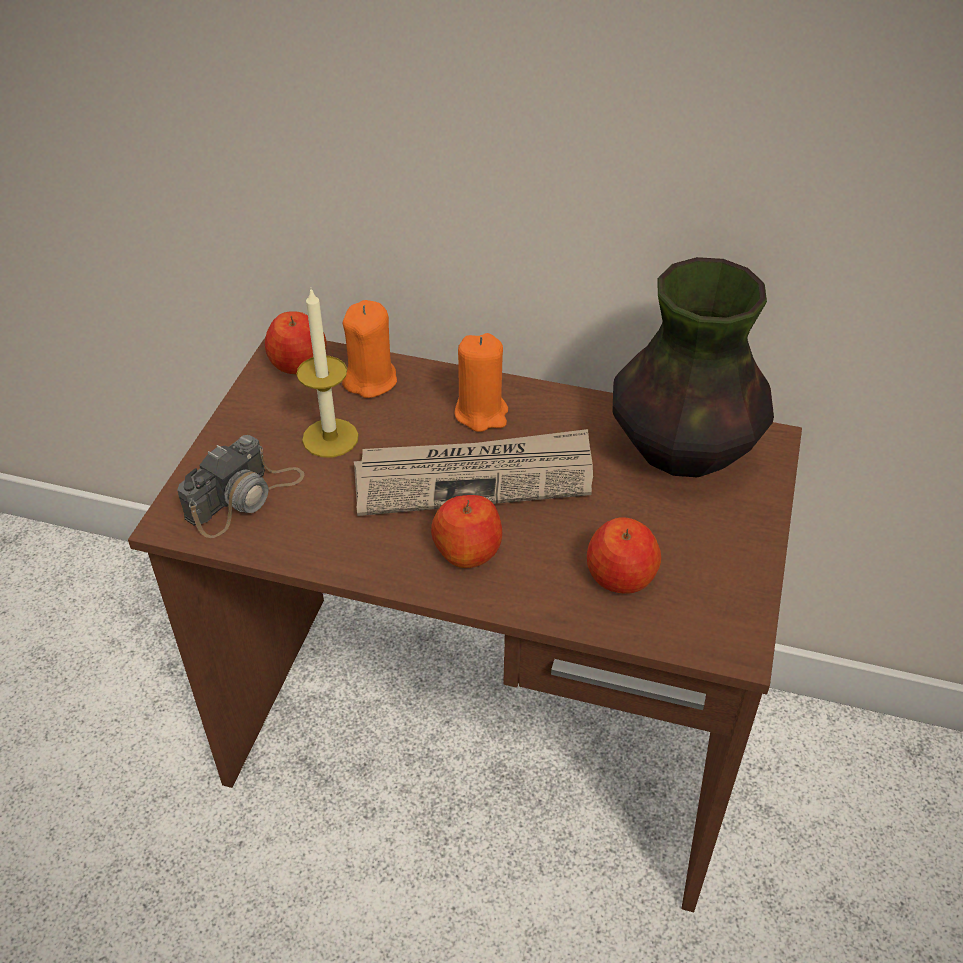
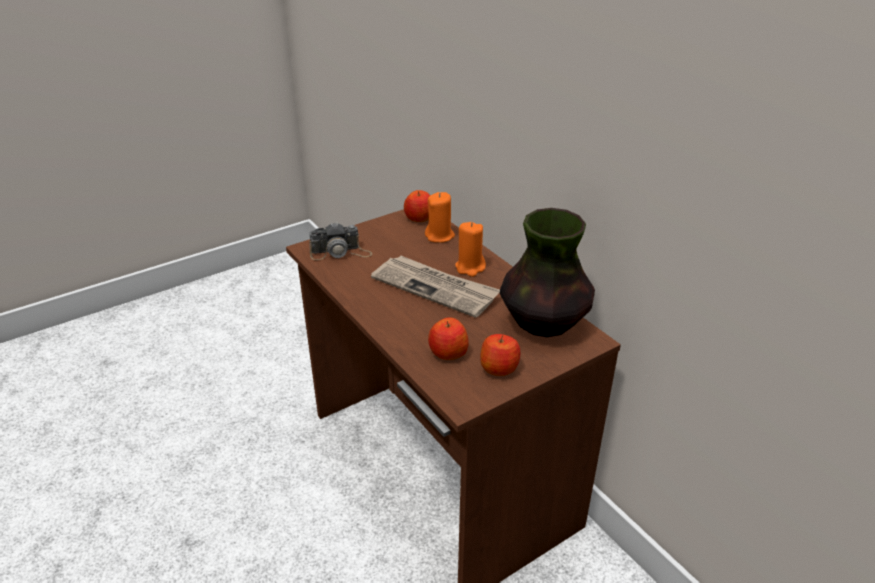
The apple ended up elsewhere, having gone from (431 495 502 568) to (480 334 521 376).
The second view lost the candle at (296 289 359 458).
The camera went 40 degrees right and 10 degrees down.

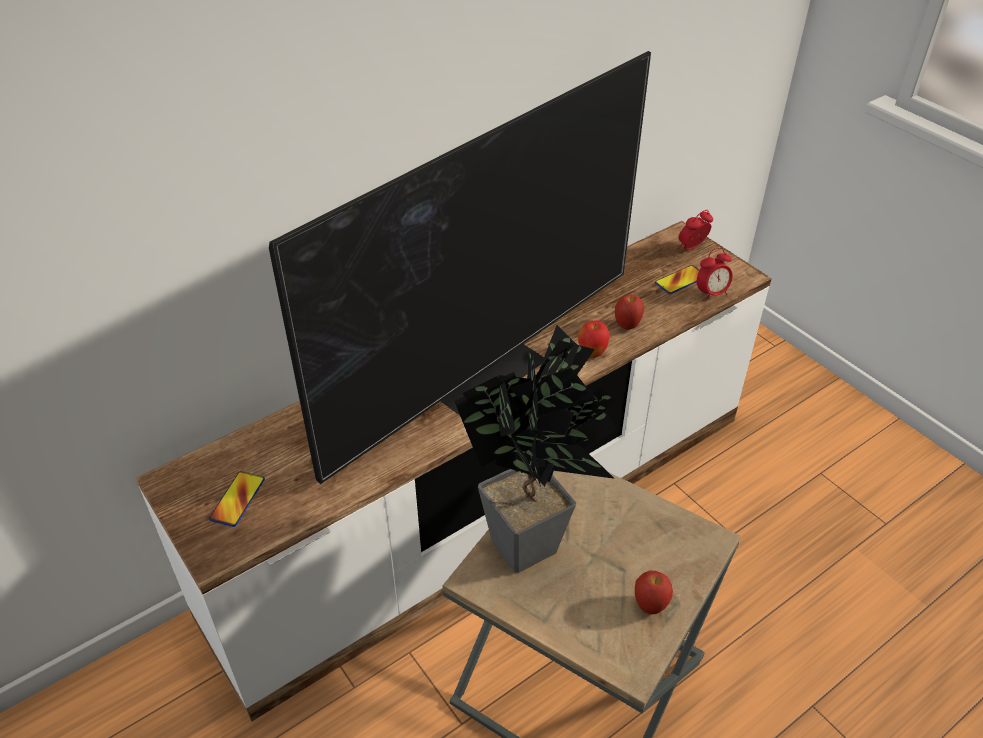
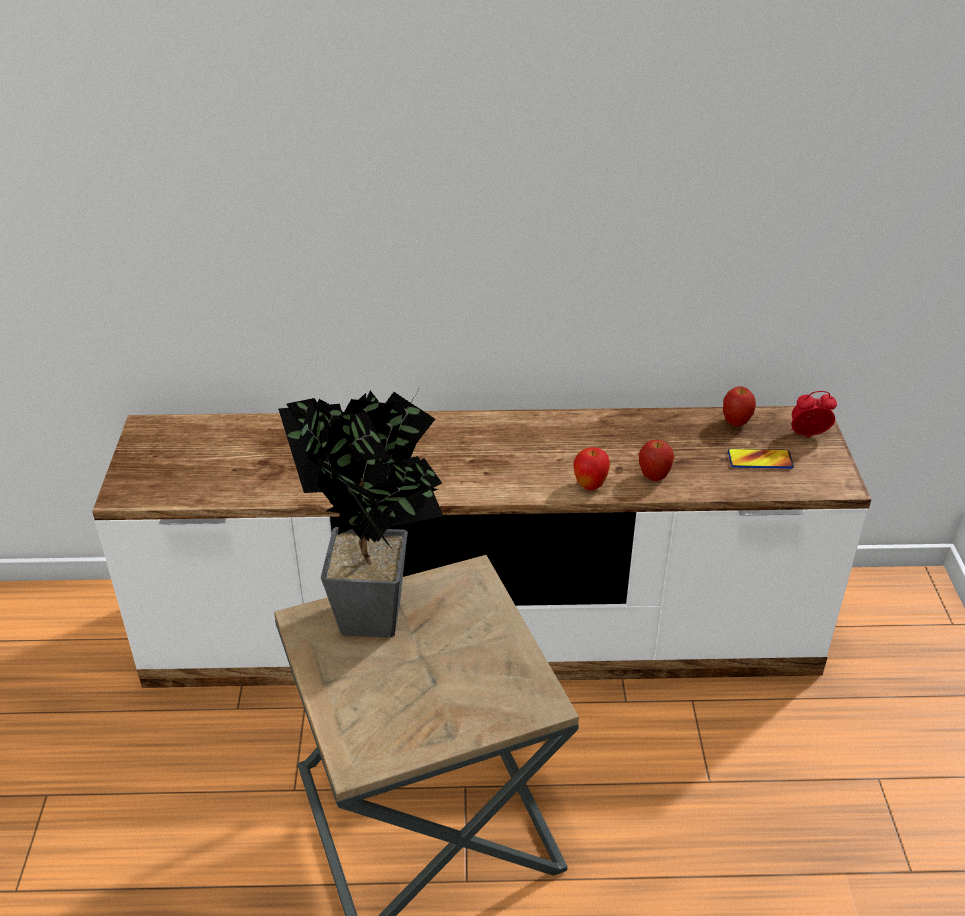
The apple ended up elsewhere, having gone from (635 571 673 614) to (723 386 756 427).
The second view lost the phone at (209 471 265 527).
The second view lost the television at (269 51 651 484).
The second view lost the alarm_clock at (697 248 733 301).
The camera went 35 degrees right and 5 degrees down.

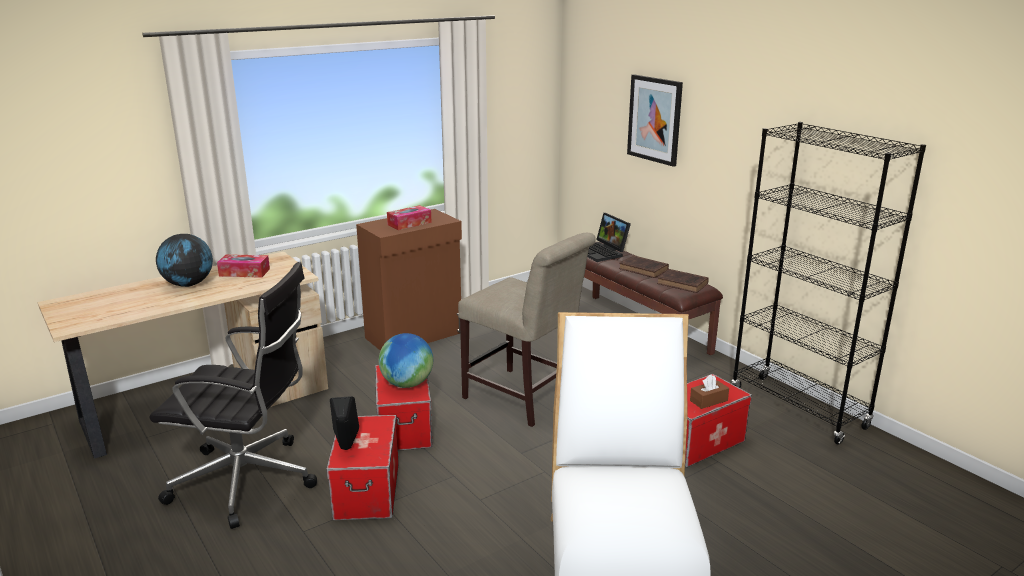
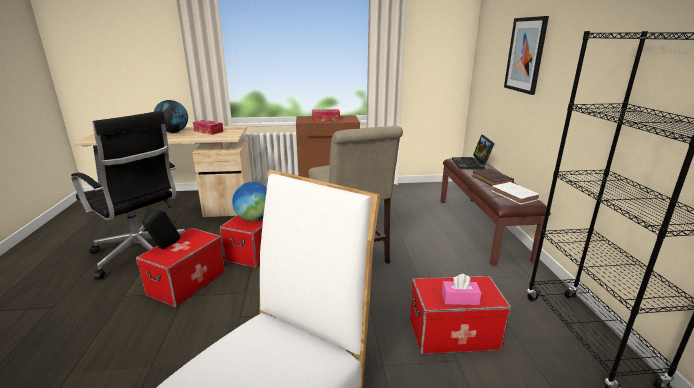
What was the brown_tissue_box at (690 374 729 409) turned into the pink_tissue_box at (442 274 481 305).
What was the brown_book at (657 269 709 293) turned into the white_book at (492 182 540 204).
The camera went 30 degrees right and 0 degrees up.

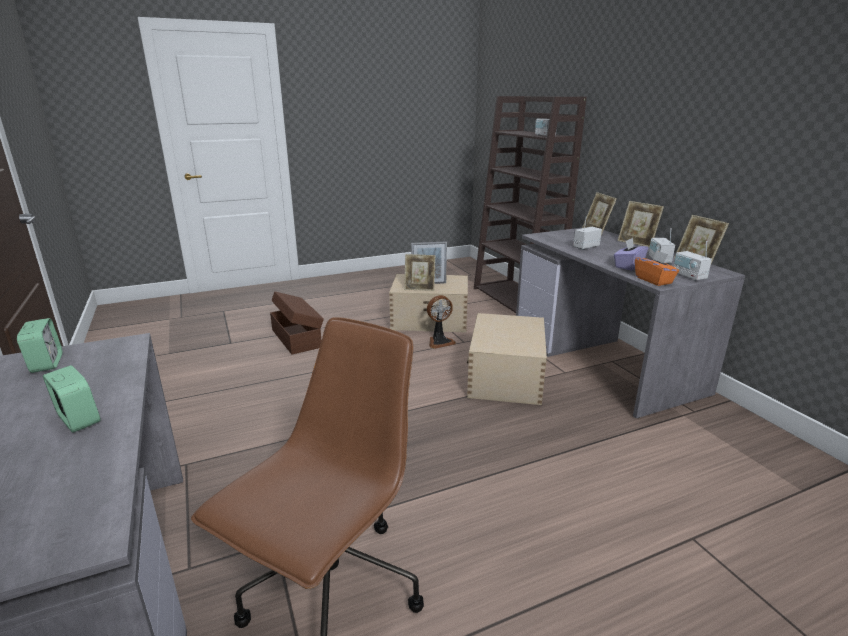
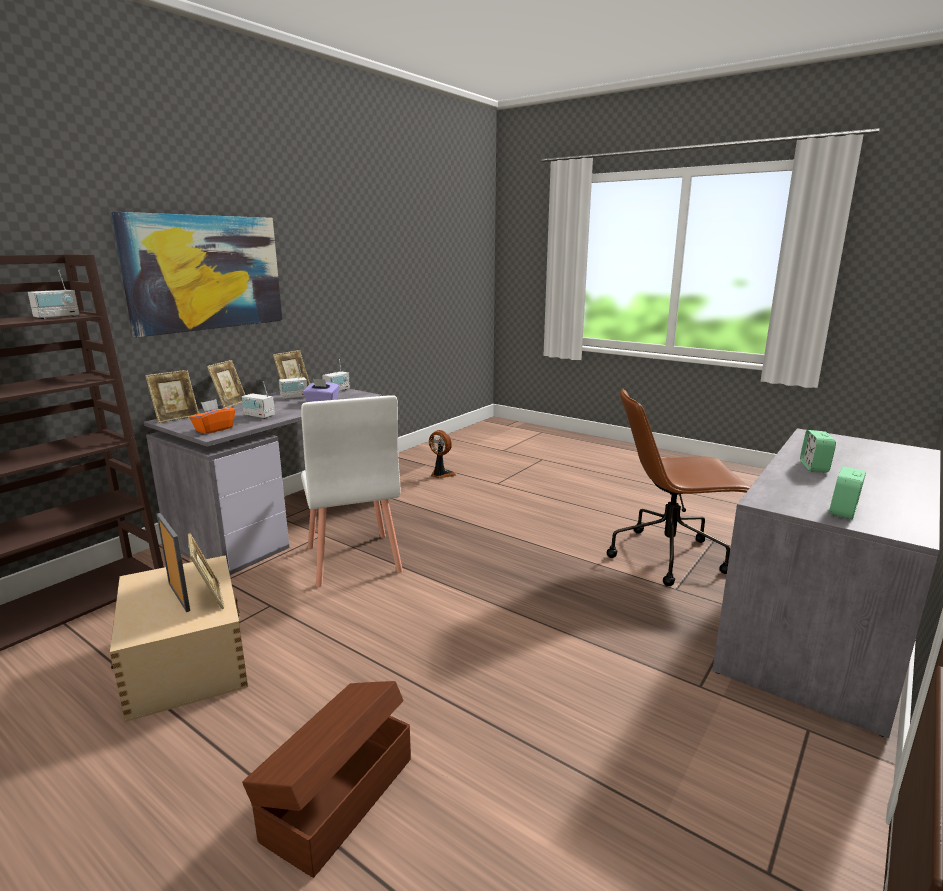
The second view gained the picture at (111 212 282 337).
The orange_tissue_box ended up elsewhere, having gone from (635 250 679 286) to (190 399 235 434).
Where the beige_storage_box stood at (467 313 547 405), the white_chair came to stand at (301 395 403 587).
The fan ended up elsewhere, having gone from (427 295 456 349) to (429 430 457 478).
The camera went 120 degrees left and 5 degrees down.

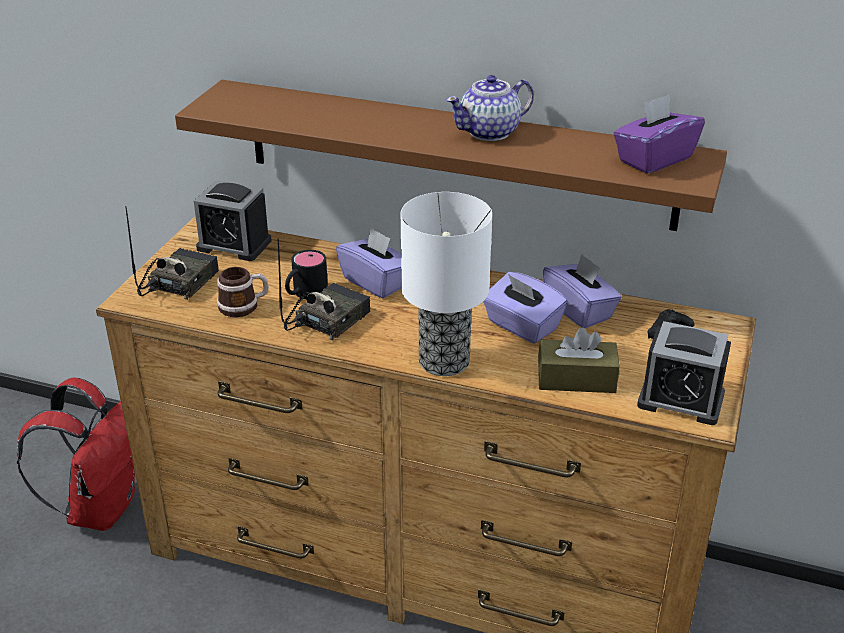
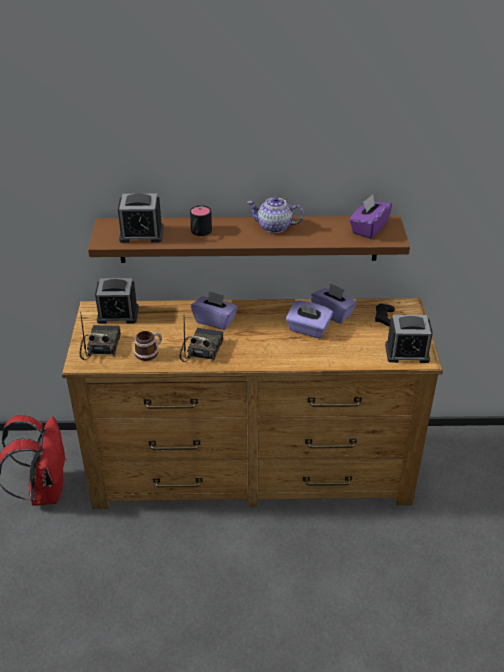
The second view gained the alarm_clock at (118 194 164 243).
The black_mug ended up elsewhere, having gone from (285 250 328 299) to (190 205 212 236).
The teapot at (446 75 534 141) ended up facing another way, 60 degrees clockwise from before.
The second view lost the table_lamp at (401 192 492 376).
The second view lost the brown_tissue_box at (538 327 620 393).
The camera went 20 degrees left and 5 degrees up.

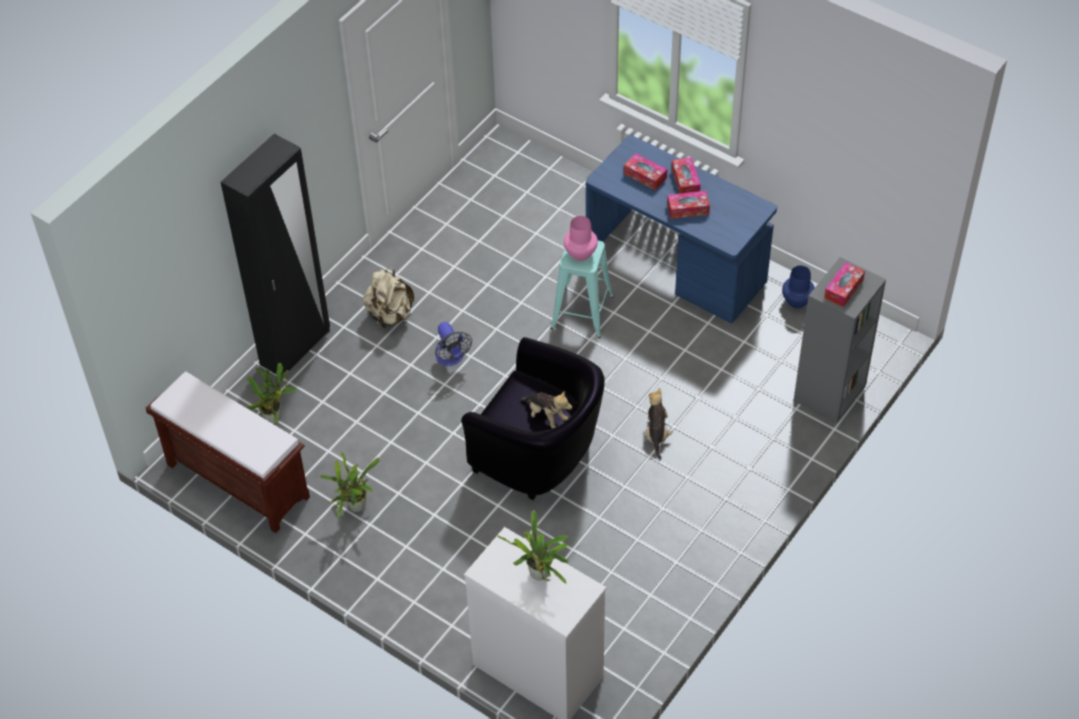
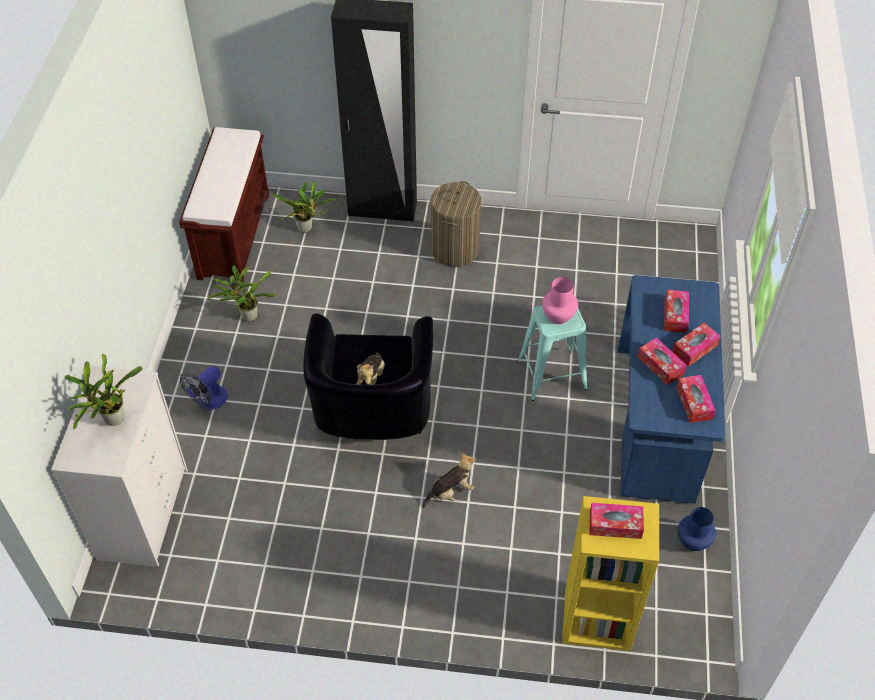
The fan ended up elsewhere, having gone from (435 322 472 366) to (180 366 228 410).
Where the beige_backpack stood at (363 268 414 328), the laundry_basket came to stand at (431 181 481 267).
What was the grey_bookcase at (794 257 886 423) turned into the yellow_bookcase at (562 496 659 651).
The second view gained the tissue_box at (676 375 716 423).
The camera went 60 degrees right and 0 degrees up.

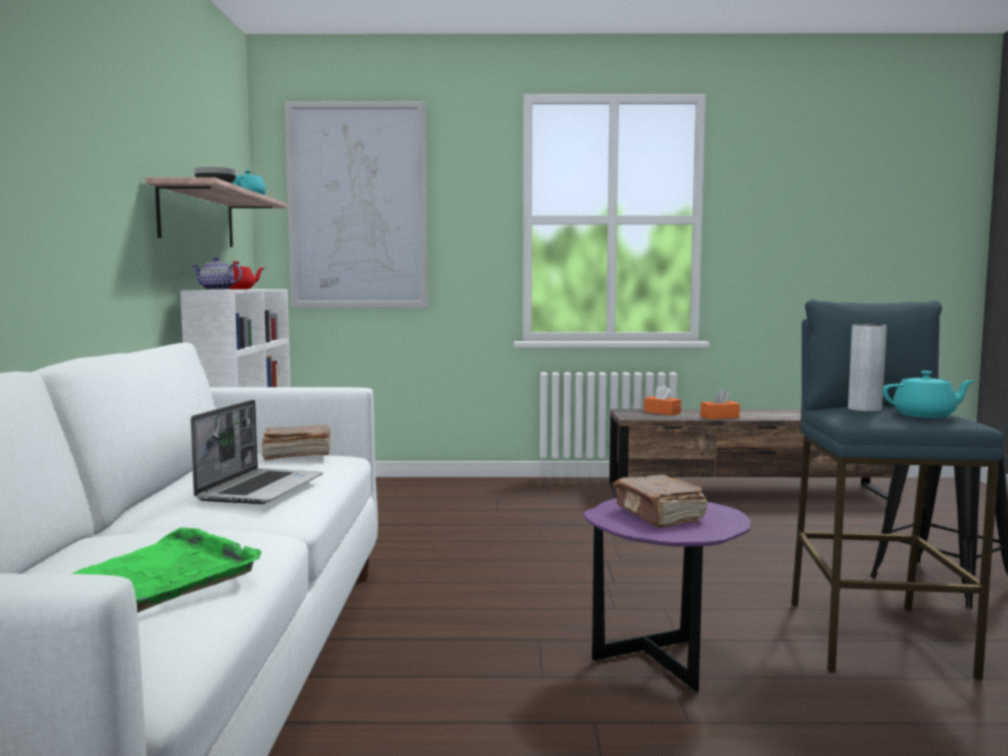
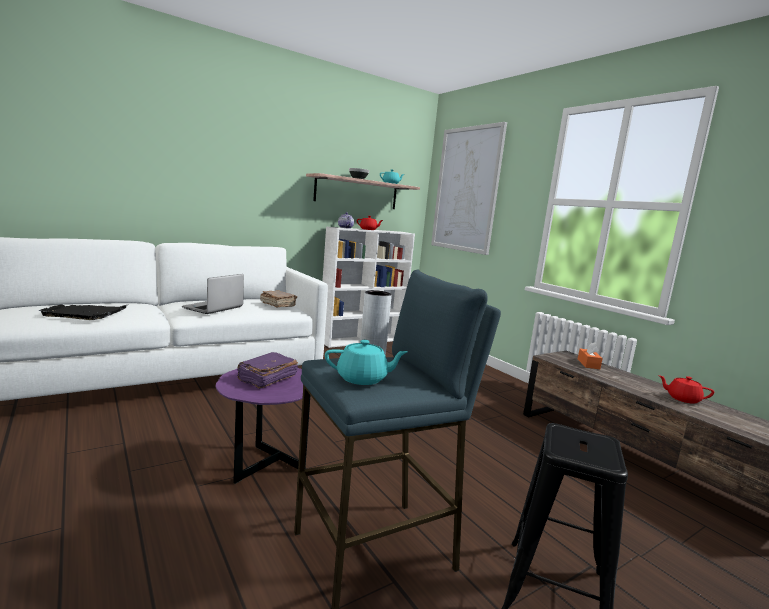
What was the green_tray at (72 528 262 613) turned into the black_tray at (39 304 127 320).
The laptop at (191 400 323 504) ended up facing another way, 135 degrees clockwise from before.
What was the brown_book at (614 475 707 528) turned into the purple_book at (237 352 298 389).
The turquoise_teapot at (882 371 975 418) ended up facing another way, 60 degrees counterclockwise from before.
The second view gained the red_teapot at (658 375 714 404).
The second view lost the orange_tissue_box at (700 389 740 419).
The camera went 55 degrees right and 5 degrees up.

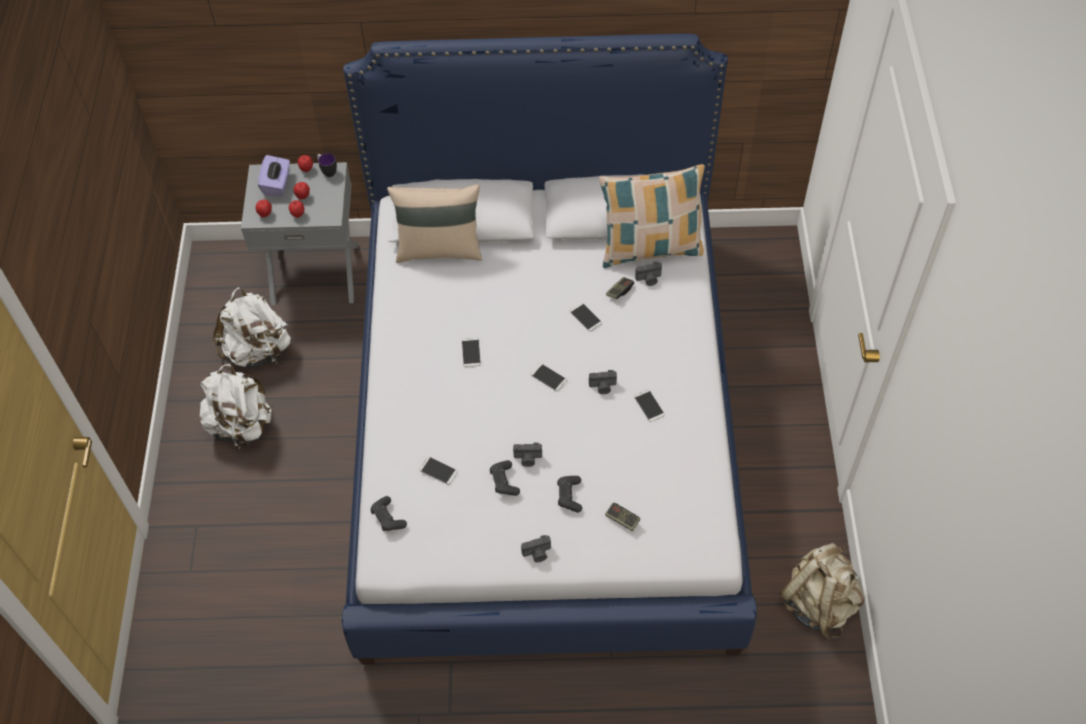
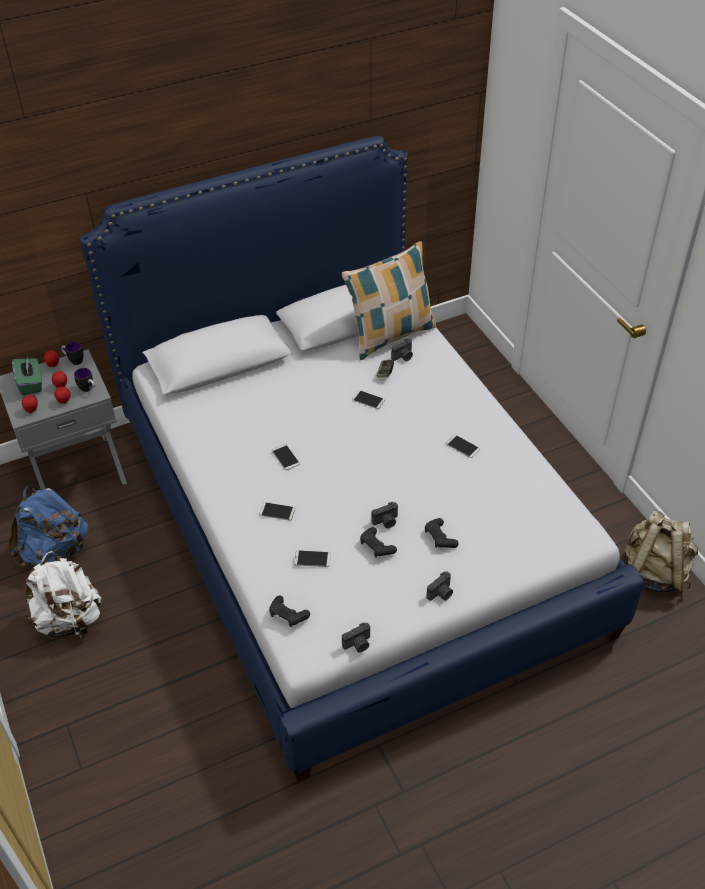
What was the white_backpack at (213 287 291 368) turned into the blue_backpack at (8 485 89 567).
What was the purple_tissue_box at (258 155 290 196) turned into the green_tissue_box at (12 356 42 396).
The second view gained the mug at (74 368 95 392).
The phone ended up elsewhere, having gone from (531 364 567 391) to (259 502 296 521).
The photo_camera ended up elsewhere, having gone from (589 370 617 394) to (342 623 370 653).
The second view lost the beige_pillow at (387 184 482 263).
The second view lost the game_controller at (605 503 640 531).
The camera went 25 degrees left and 10 degrees down.

